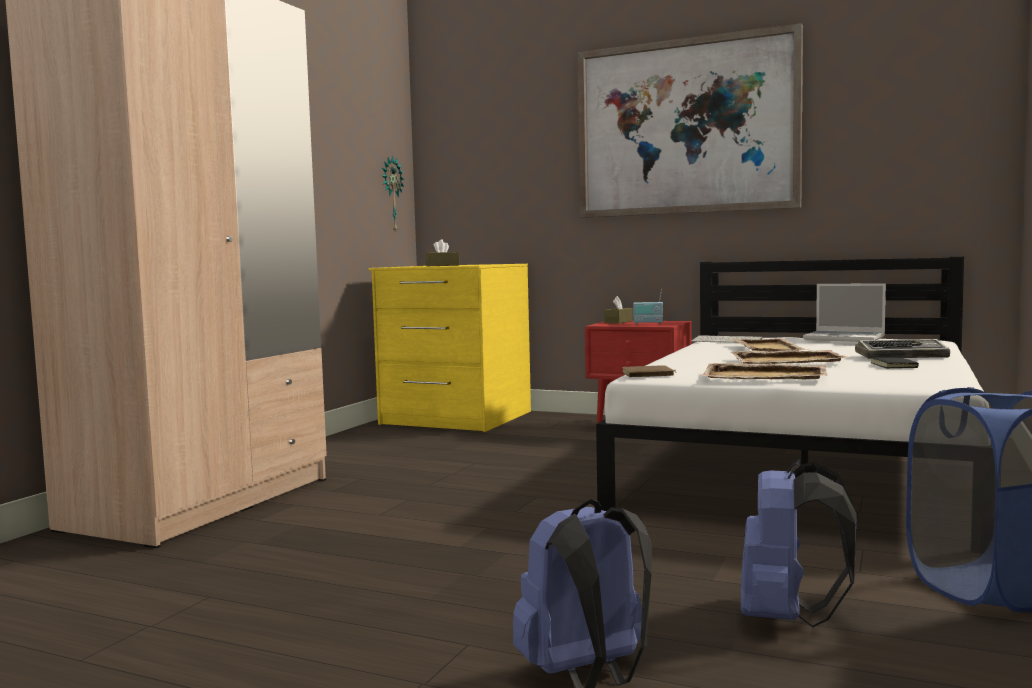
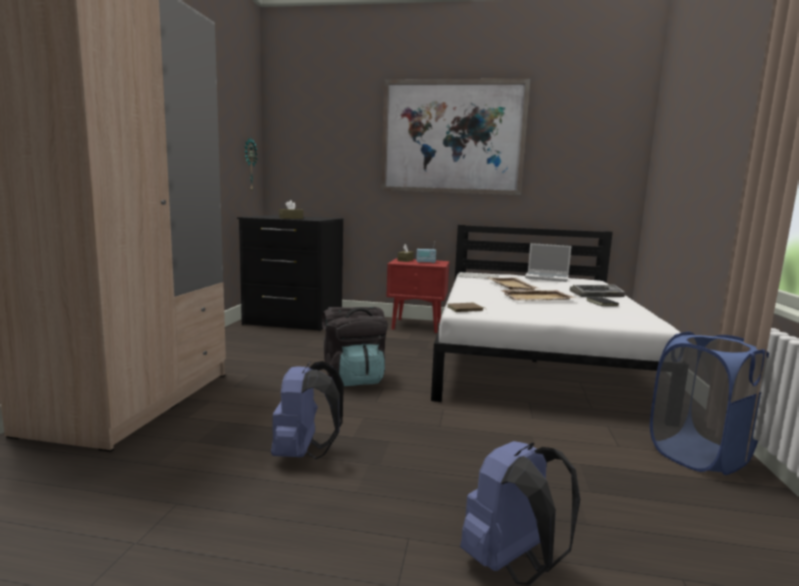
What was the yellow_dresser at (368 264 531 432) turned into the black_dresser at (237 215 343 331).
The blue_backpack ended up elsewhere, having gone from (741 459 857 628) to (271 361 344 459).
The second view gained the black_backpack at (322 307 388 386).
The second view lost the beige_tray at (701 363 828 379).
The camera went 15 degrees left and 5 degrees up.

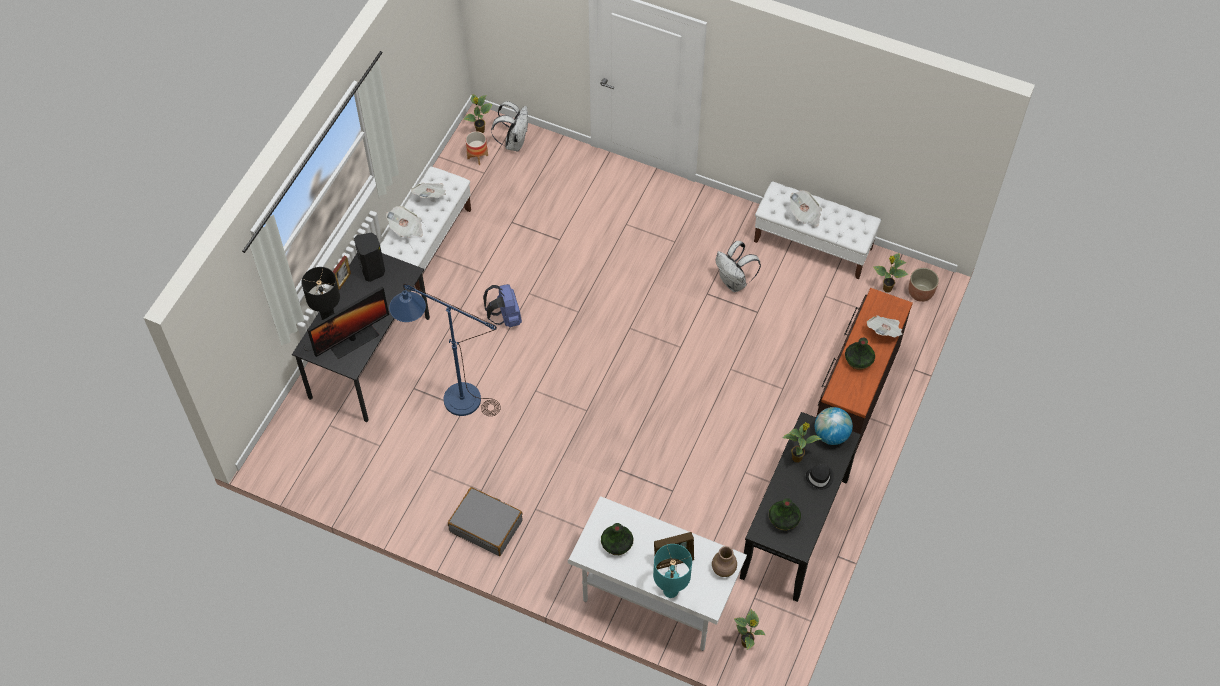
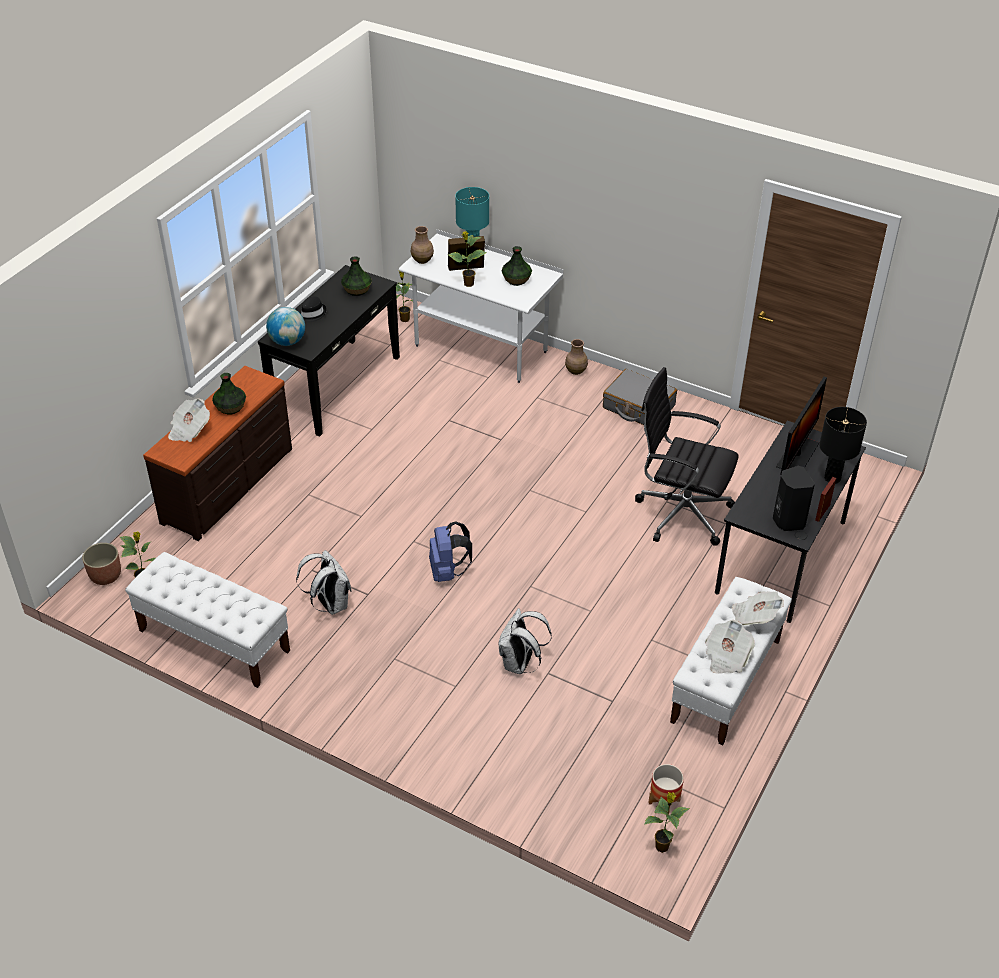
The blue_backpack ended up elsewhere, having gone from (483 284 522 327) to (429 522 472 582).
The potted_plant ended up elsewhere, having gone from (782 422 821 462) to (447 231 487 287).
The white_backpack ended up elsewhere, having gone from (491 101 528 151) to (499 608 552 674).
The second view gained the brown_vase at (565 339 588 375).
Where the blue_floor_lamp stood at (389 284 501 416), the black_office_chair came to stand at (635 367 739 546).
The monitor at (307 287 389 359) ended up facing another way, 150 degrees clockwise from before.
The second view lost the newspaper at (790 190 822 226).
The camera went 175 degrees left and 15 degrees down.

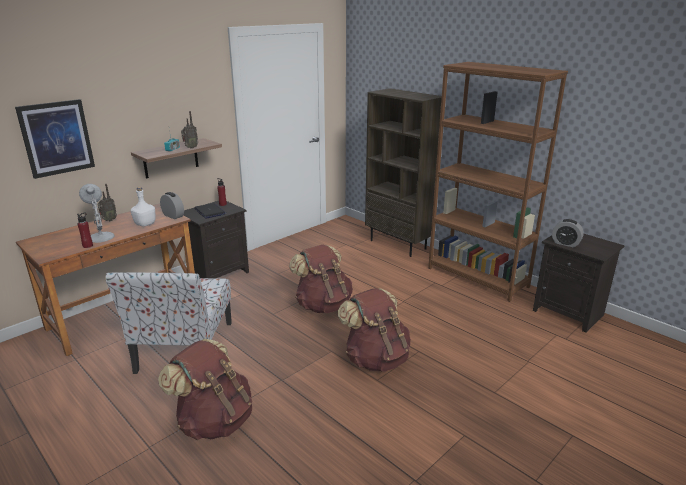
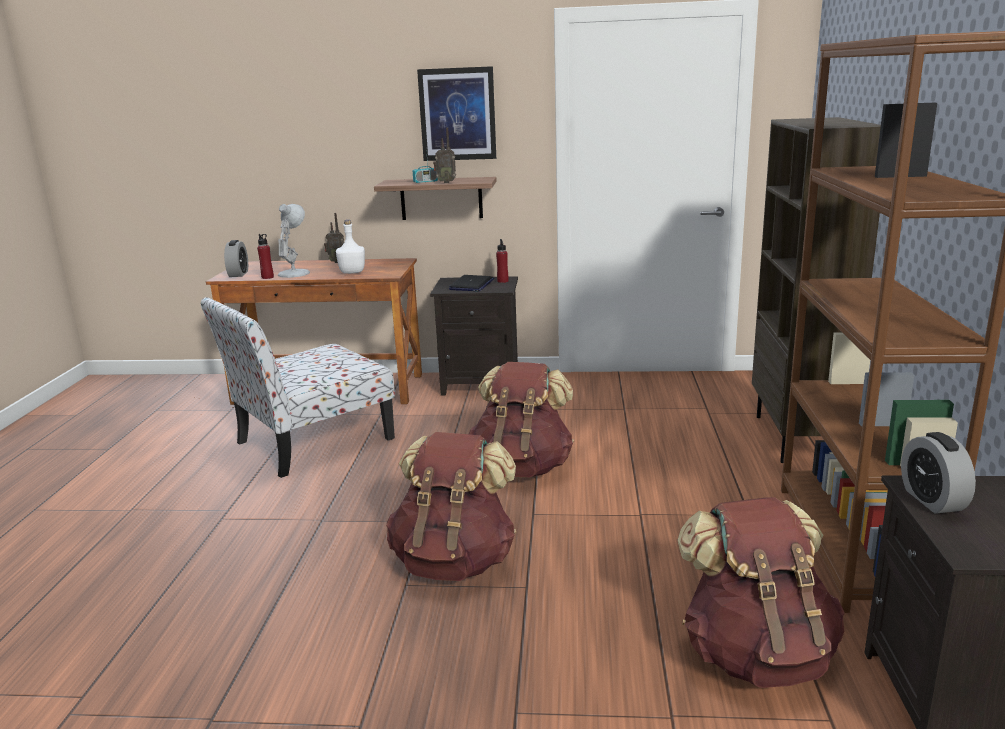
The alarm_clock ended up elsewhere, having gone from (160 192 184 219) to (224 240 248 277).
The picture ended up elsewhere, having gone from (15 99 95 179) to (417 66 496 161).
The brown_backpack ended up elsewhere, having gone from (158 339 252 440) to (677 497 845 688).
The camera went 50 degrees right and 5 degrees down.

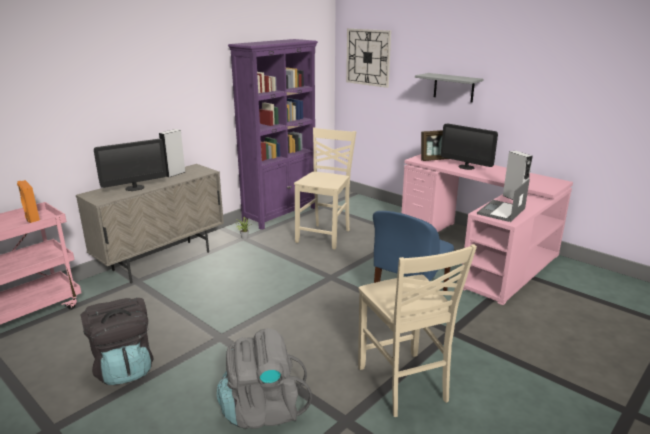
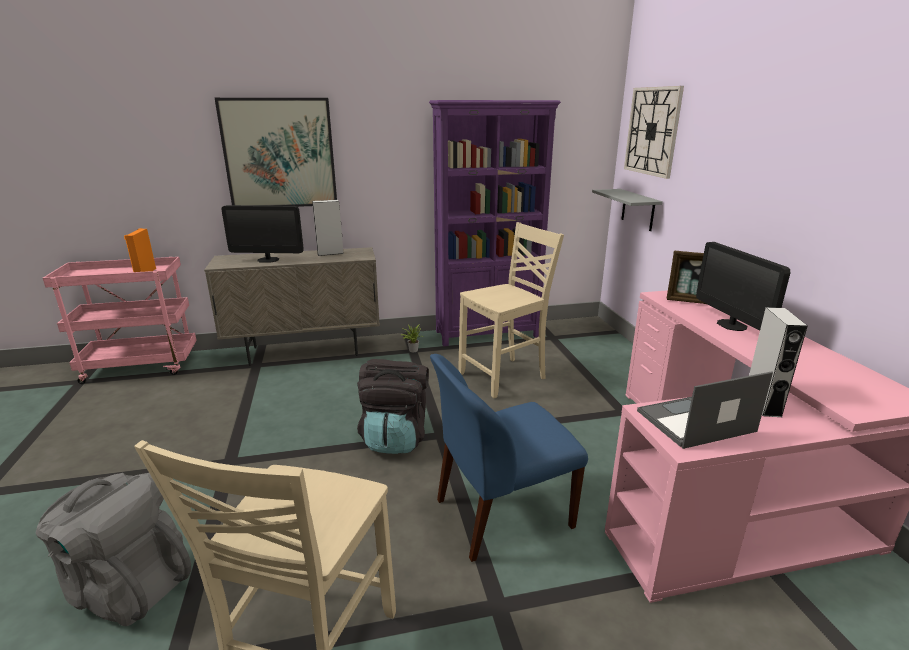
The second view gained the picture at (215 98 337 207).
The black_backpack ended up elsewhere, having gone from (80 298 154 385) to (357 359 429 454).
The grey_shelf ended up elsewhere, having gone from (415 73 484 102) to (592 189 663 231).
The camera went 35 degrees right and 0 degrees up.

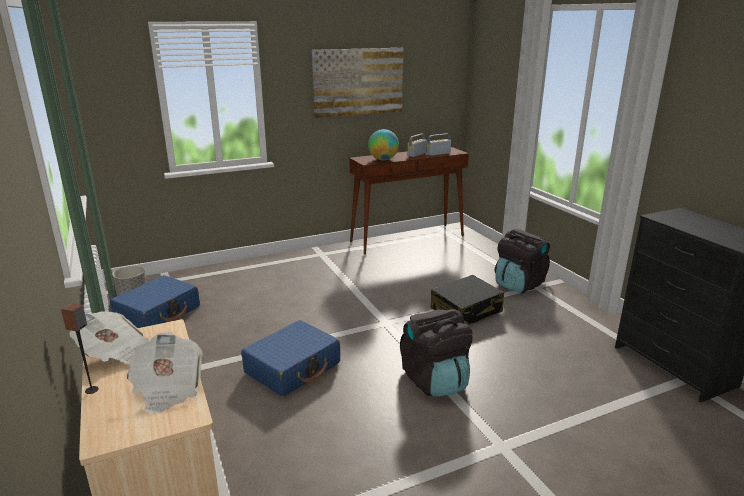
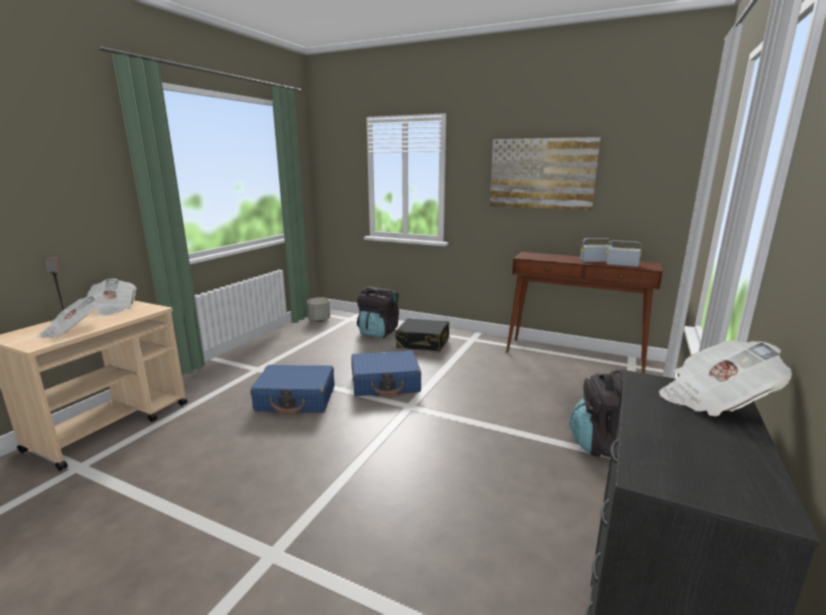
The blue_suitcase ended up elsewhere, having gone from (110 275 200 328) to (351 350 421 396).
The black_backpack ended up elsewhere, having gone from (400 309 473 396) to (357 287 399 338).
The black_suitcase ended up elsewhere, having gone from (430 275 504 325) to (395 318 449 352).
The second view gained the newspaper at (659 340 792 417).
The second view lost the globe at (368 129 399 161).
The camera went 50 degrees right and 5 degrees down.

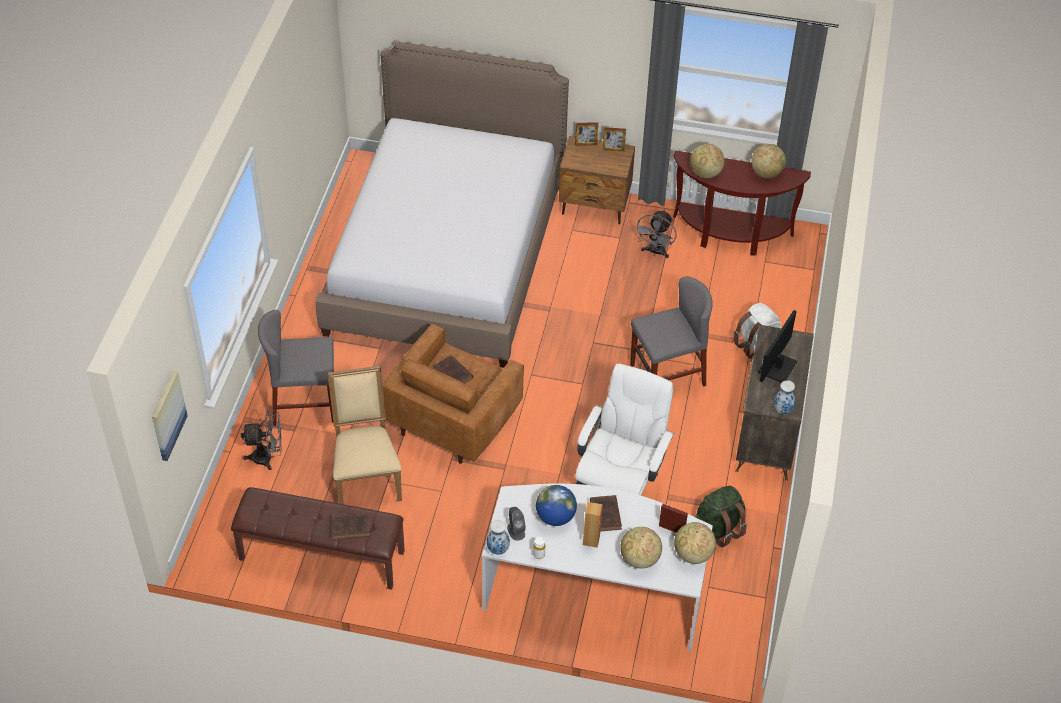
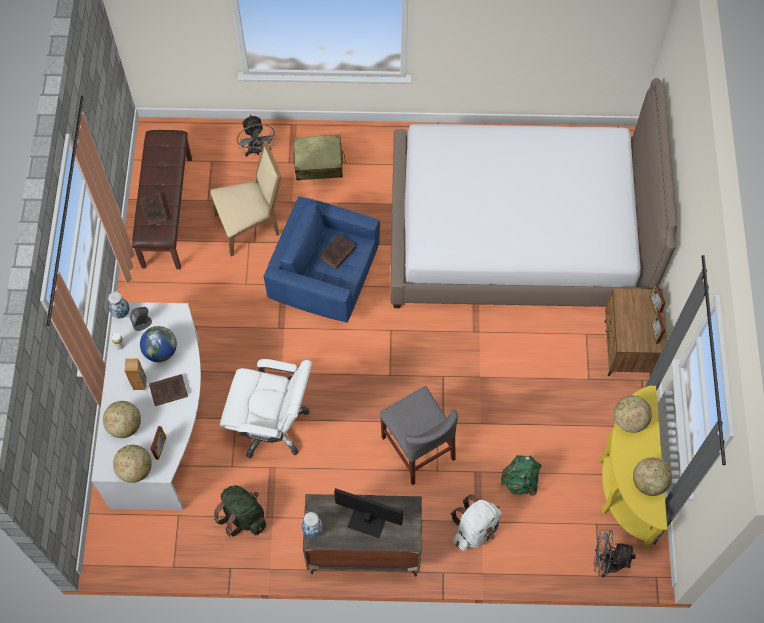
What was the brown_armchair at (383 323 524 464) turned into the blue_armchair at (264 196 380 322).
Where the grey_chair stood at (258 310 334 426), the beige_suitcase came to stand at (293 134 346 180).
The second view gained the green_backpack at (501 455 542 496).
The grey_fan ended up elsewhere, having gone from (635 210 676 258) to (594 529 636 578).
What was the brown_console_table at (673 150 811 256) turned into the yellow_console_table at (599 386 667 550).
The second view lost the picture at (152 371 188 461).
The camera went 80 degrees right and 15 degrees up.

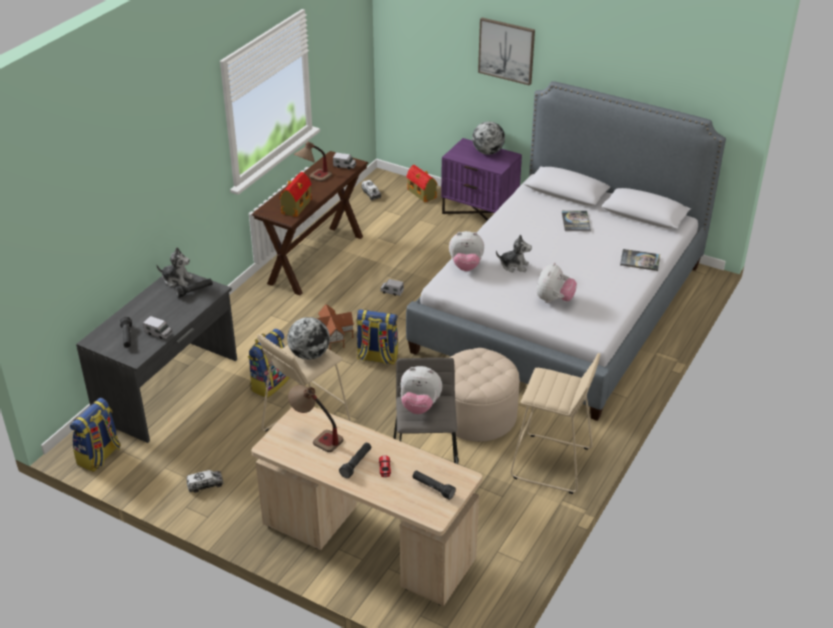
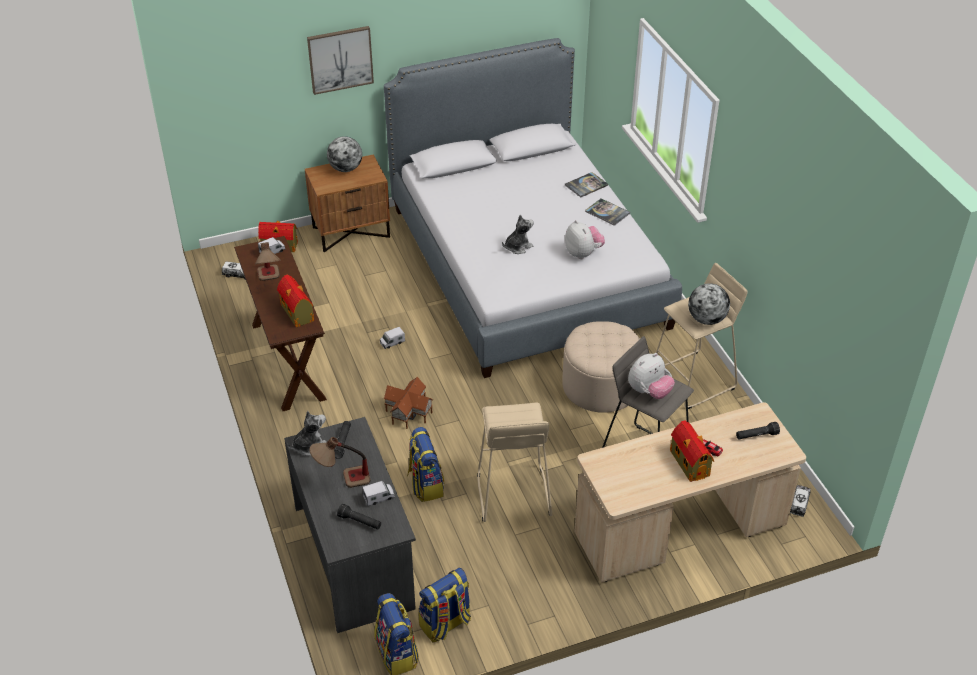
What was the purple_nightstand at (441 138 522 221) turned into the brown_nightstand at (305 154 390 252).
The table_lamp ended up elsewhere, having gone from (288 385 344 452) to (309 437 370 488).
The backpack ended up elsewhere, having gone from (356 309 398 365) to (419 568 471 642).
The book ended up elsewhere, having gone from (562 211 591 231) to (585 198 630 226).
Where the black_flashlight stood at (339 443 371 478), the toy_house came to stand at (670 420 714 482).
The globe ended up elsewhere, having gone from (287 317 330 360) to (688 283 730 325).
The toy_truck ended up elsewhere, having gone from (187 470 224 493) to (790 485 811 517).
The second view lost the plush_toy at (449 231 484 271).
The camera went 50 degrees left and 5 degrees up.

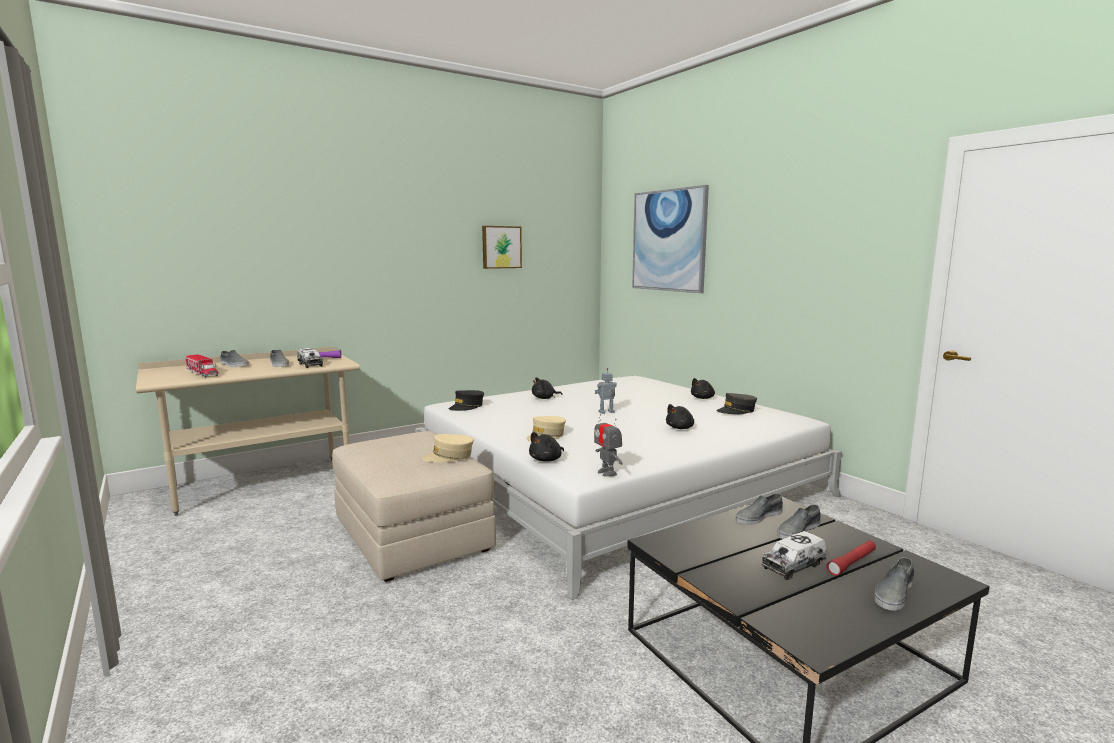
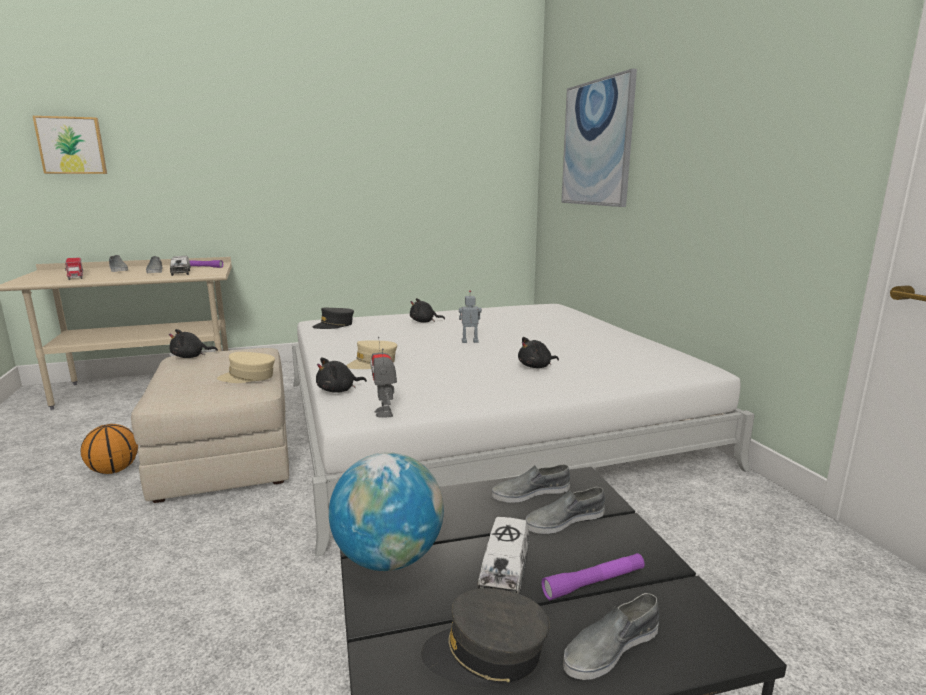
The picture ended up elsewhere, having gone from (482 226 522 269) to (33 116 107 174).
The second view gained the basketball at (81 424 138 474).
The black_plush_toy ended up elsewhere, having gone from (691 378 715 399) to (169 329 218 358).
The second view gained the globe at (329 452 444 571).
The grey_cap ended up elsewhere, having gone from (716 393 757 414) to (421 588 549 687).
The toy_truck at (761 531 826 580) ended up facing another way, 60 degrees counterclockwise from before.
What was the red_flashlight at (826 541 876 576) turned into the purple_flashlight at (542 553 645 600).
The camera went 15 degrees right and 5 degrees up.

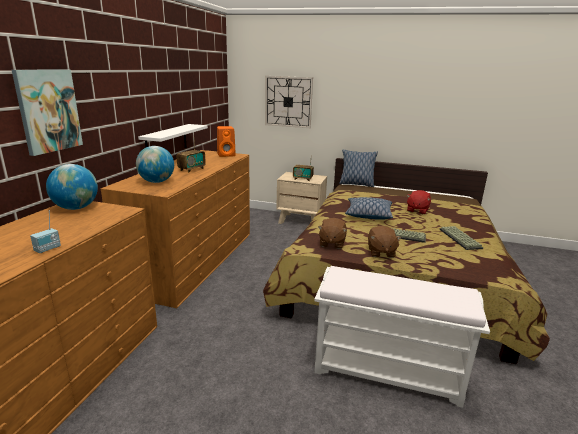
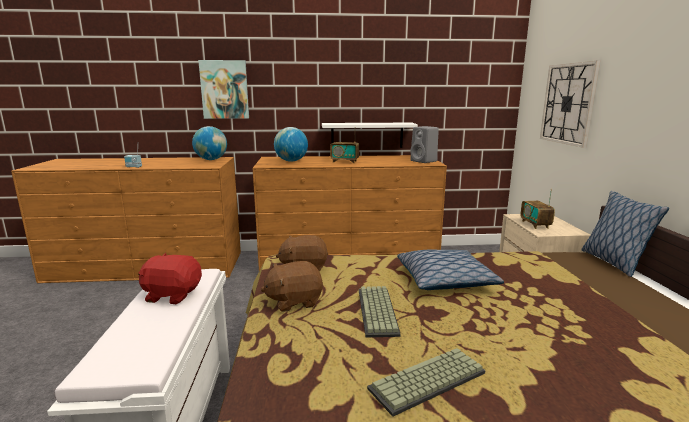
The red_plush_toy ended up elsewhere, having gone from (406 190 431 214) to (138 253 202 304).
What was the orange_speaker at (217 126 236 157) turned into the grey_speaker at (410 126 439 163).
The camera went 70 degrees right and 5 degrees down.

